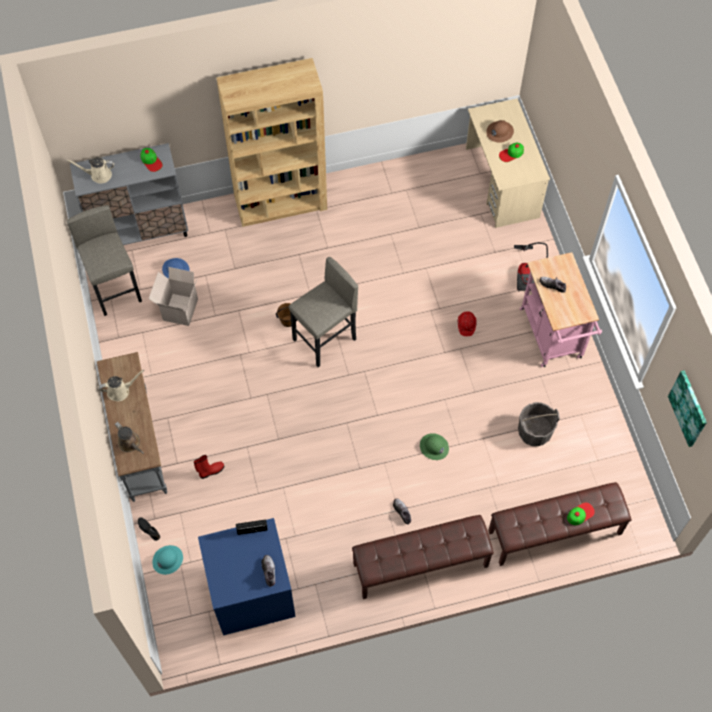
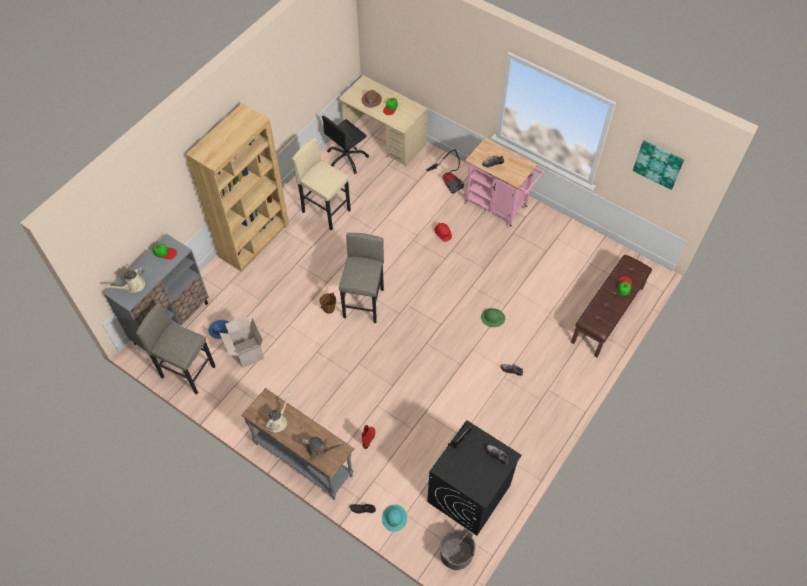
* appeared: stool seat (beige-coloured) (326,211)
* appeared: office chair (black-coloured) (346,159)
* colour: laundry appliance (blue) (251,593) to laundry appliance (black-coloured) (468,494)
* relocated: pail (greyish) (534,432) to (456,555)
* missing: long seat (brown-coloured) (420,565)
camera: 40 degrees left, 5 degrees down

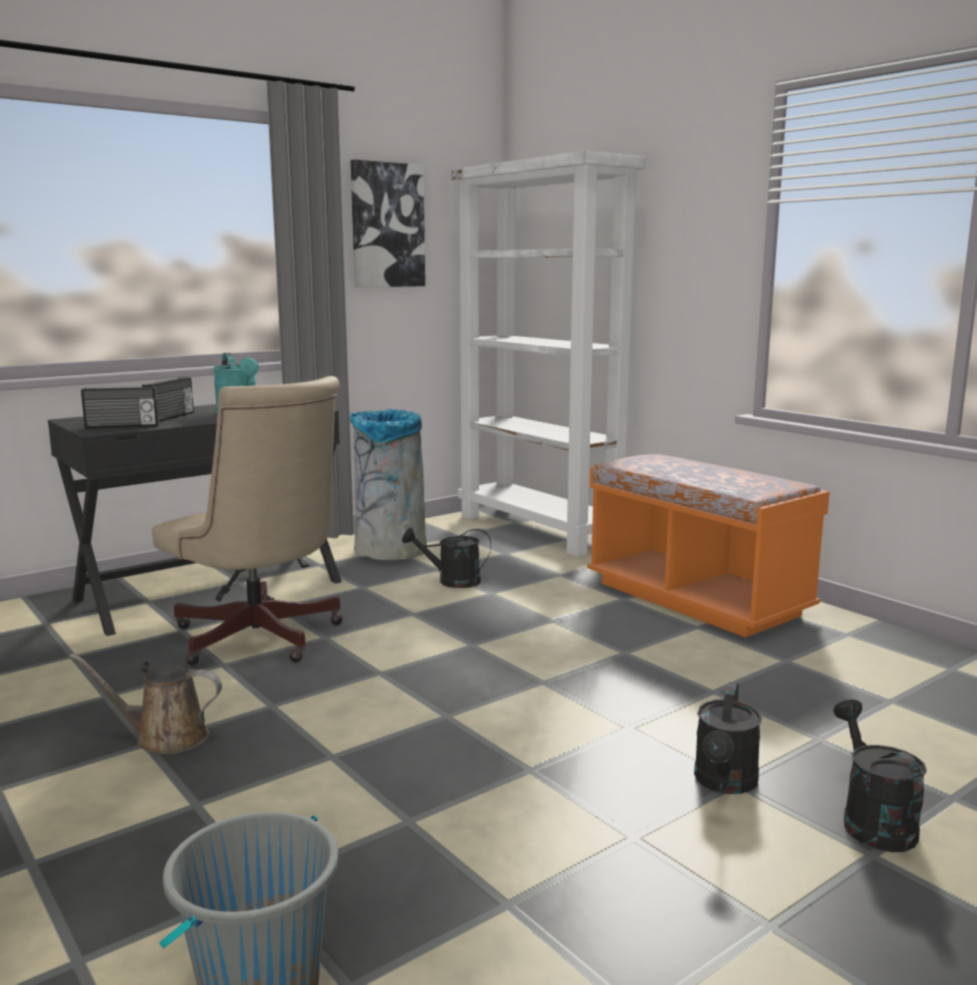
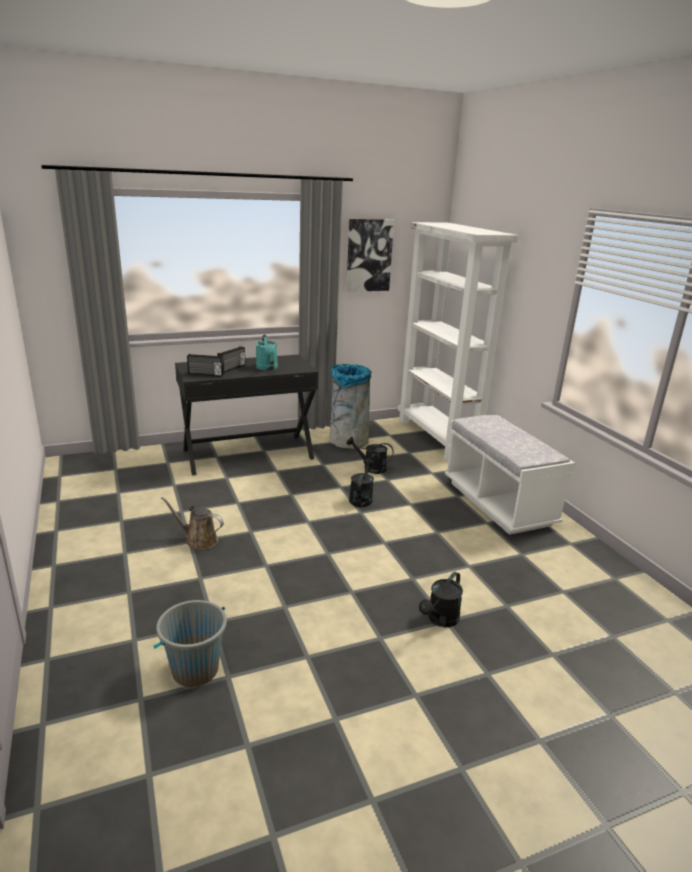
* relocated: watering pot (black-coloured) (872,820) to (361,498)
* colour: long seat (orangey) (696,599) to long seat (white) (498,503)
* missing: office chair (beige-coloured) (261,640)
camera: 15 degrees right, 10 degrees up

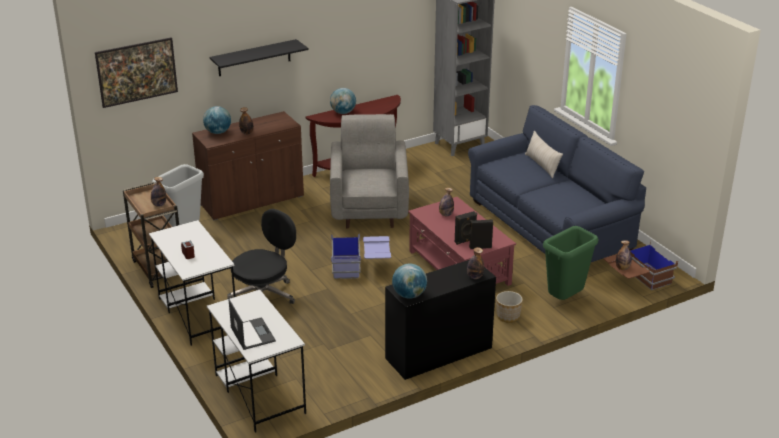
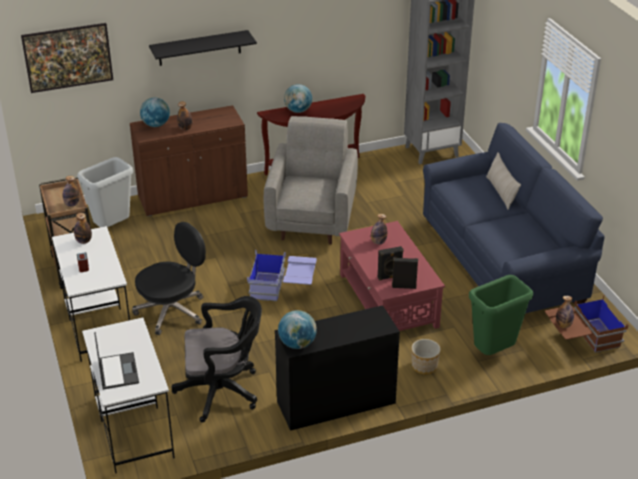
* relocated: drink bottle (474,277) to (84,241)
* appeared: office chair (black-coloured) (223,391)
camera: 10 degrees right, 5 degrees up

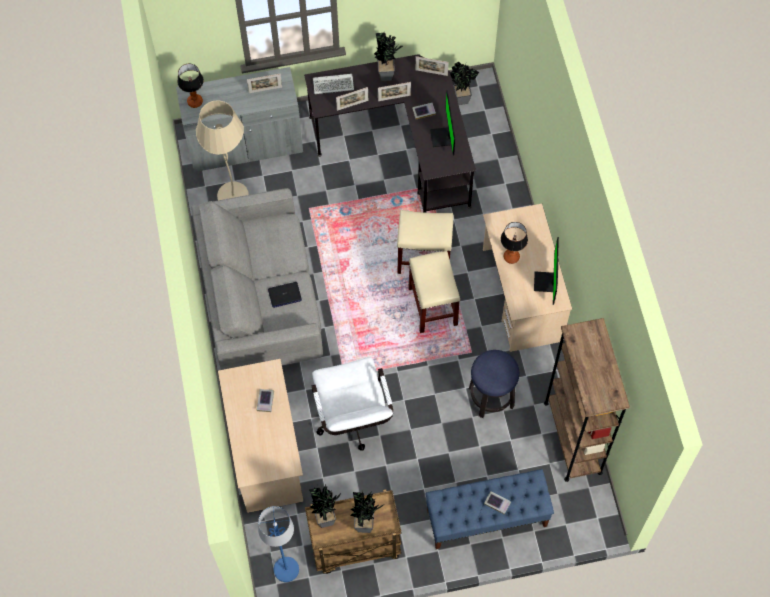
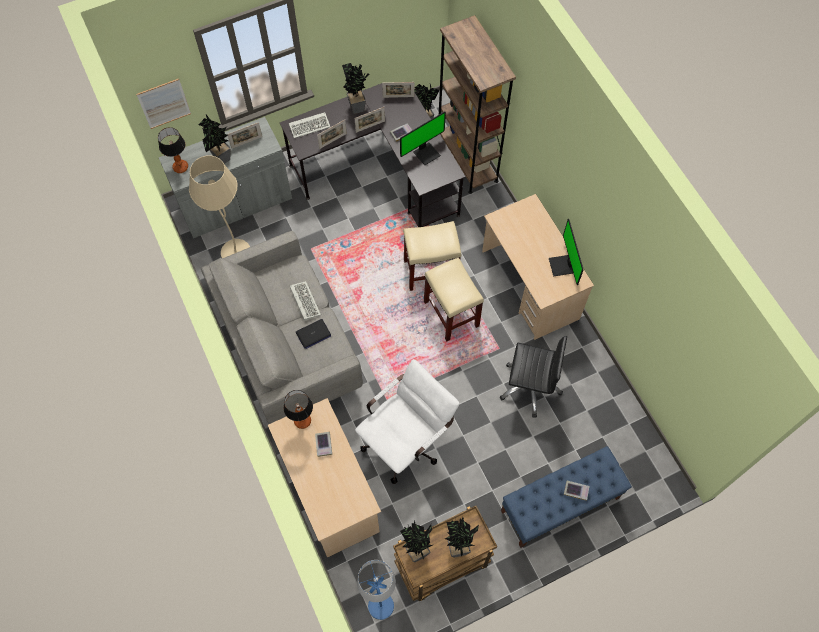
* appeared: picture (164,103)
* appeared: potted plant (222,161)
* relocated: lamp for a table (511,257) to (303,420)
* appeared: computer keyboard (304,300)
* spun: office chair (white) (353,421) = (406,440) 105 degrees counterclockwise
* spun: computer screen (443,137) = (426,153) 105 degrees counterclockwise
* relocated: bookshelf (brown-coloured) (572,437) to (467,160)
* exchanged: stool seat (491,397) to office chair (black-coloured) (530,386)
camera: 15 degrees left, 0 degrees up

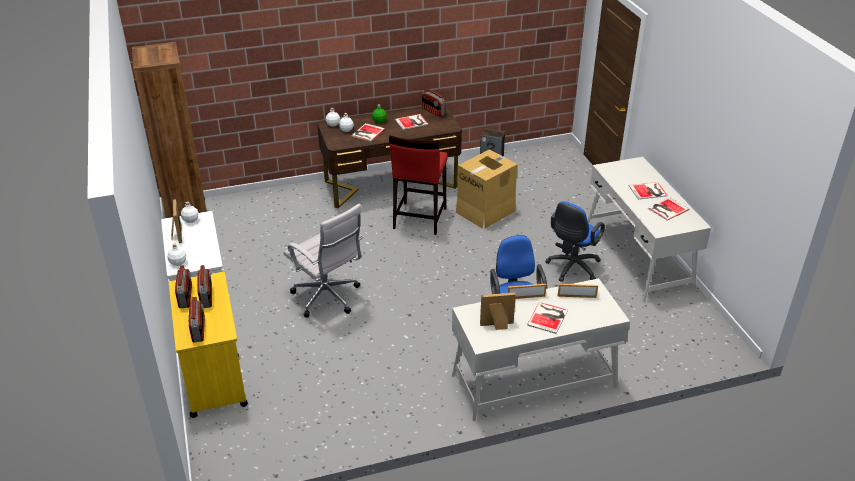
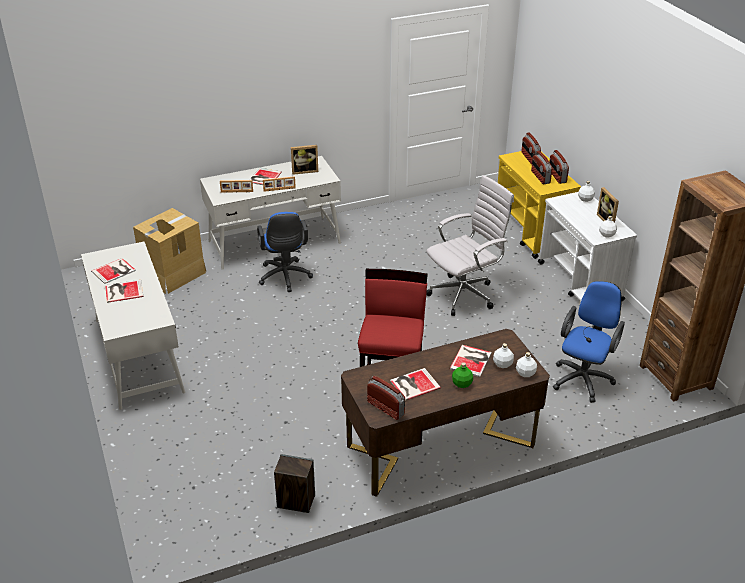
* relocated: packing box (486,211) to (173,274)
* spun: office chair (white) (328,298) = (465,294) 105 degrees clockwise
* relocated: office chair (blue) (571,268) to (583,378)
camera: 175 degrees right, 0 degrees up

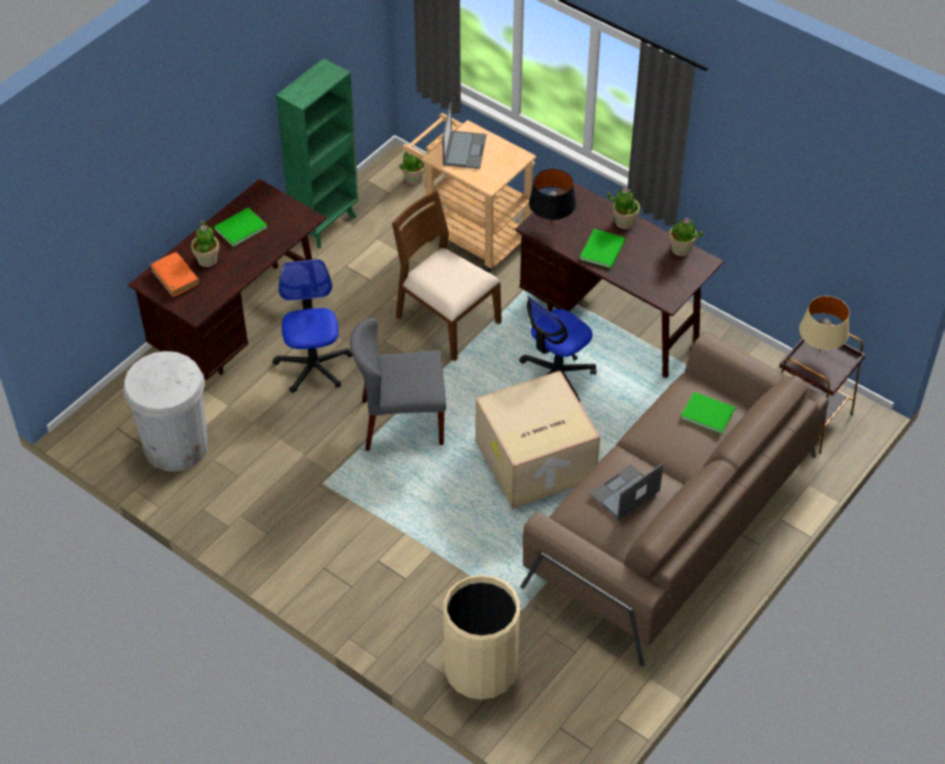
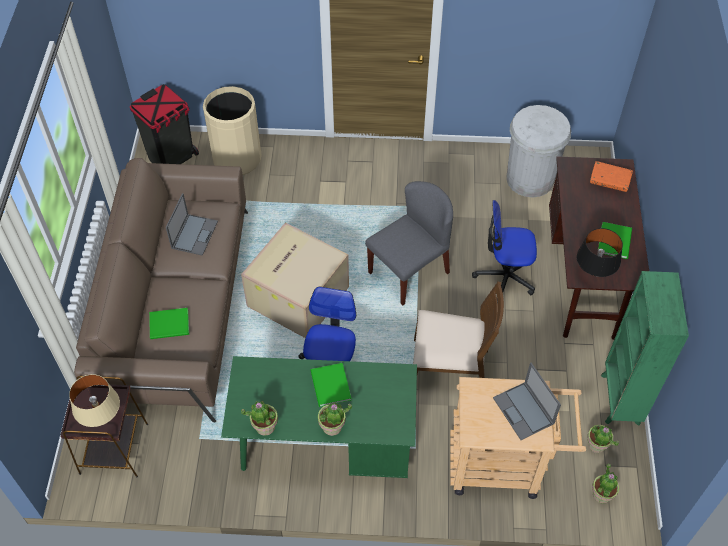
* appeared: waste bin (black-coloured) (172,158)
* colour: desk table (brown-coloured) (612,320) to desk table (green-coloured) (324,448)
* spun: office chair (313,366) = (504,277) 135 degrees clockwise
* relocated: lamp for a table (black-coloured) (551,225) to (593,275)
* relocated: potted plant (207,259) to (597,445)
camera: 145 degrees right, 5 degrees up

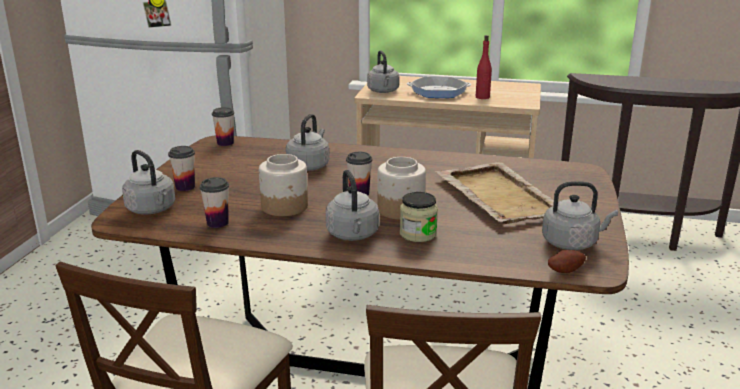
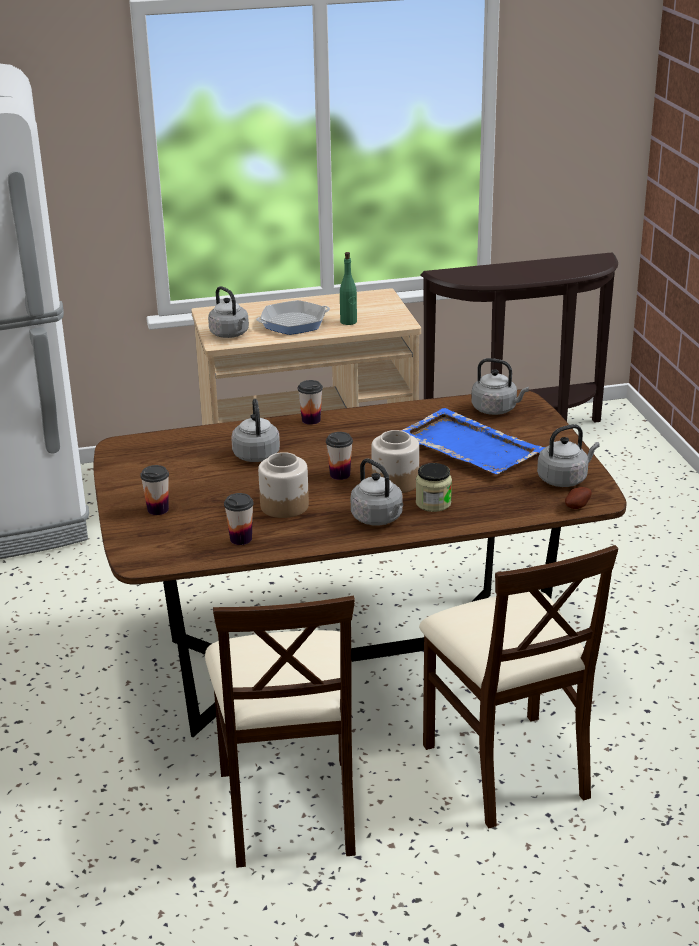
* relocated: small cup (225,143) to (311,420)
* colour: drink bottle (red-coloured) (482,97) to drink bottle (green-coloured) (348,322)
* colour: serving tray (beige-coloured) (499,196) to serving tray (blue) (468,446)
* relocated: water kettle (greyish) (152,210) to (496,409)
camera: 25 degrees left, 5 degrees up

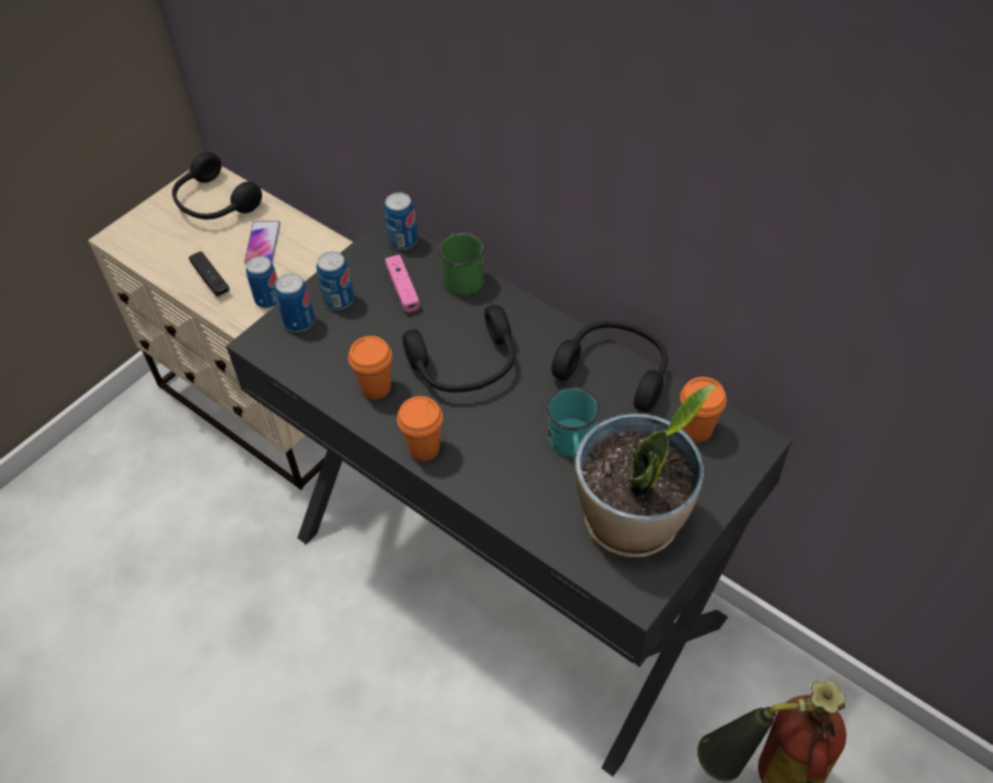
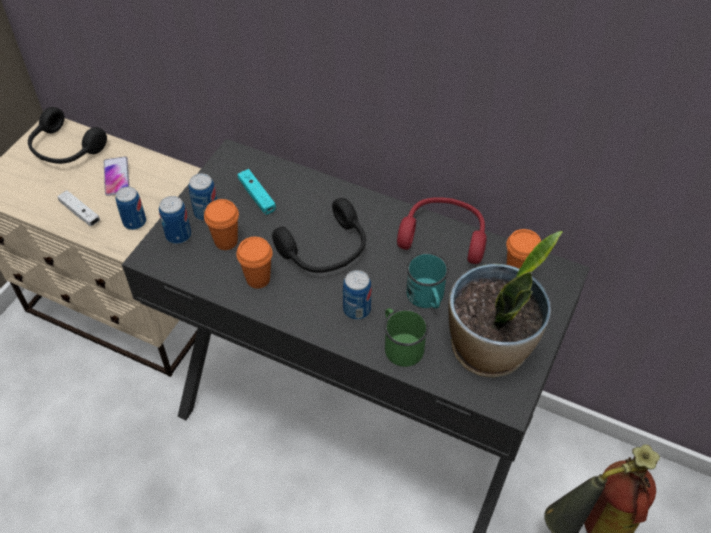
* colour: gamepad (black-coloured) (211,280) to gamepad (white) (80,213)
* relocated: small cup (orangey) (424,449) to (226,241)
* colour: gamepad (pink-coloured) (403,289) to gamepad (turquoise-coloured) (257,196)
* relocated: can (403,240) to (357,309)
* relocated: mug (green-coloured) (461,276) to (400,345)
* colour: pair of headphones (black-coloured) (615,371) to pair of headphones (red-coloured) (444,236)
camera: 15 degrees left, 0 degrees up

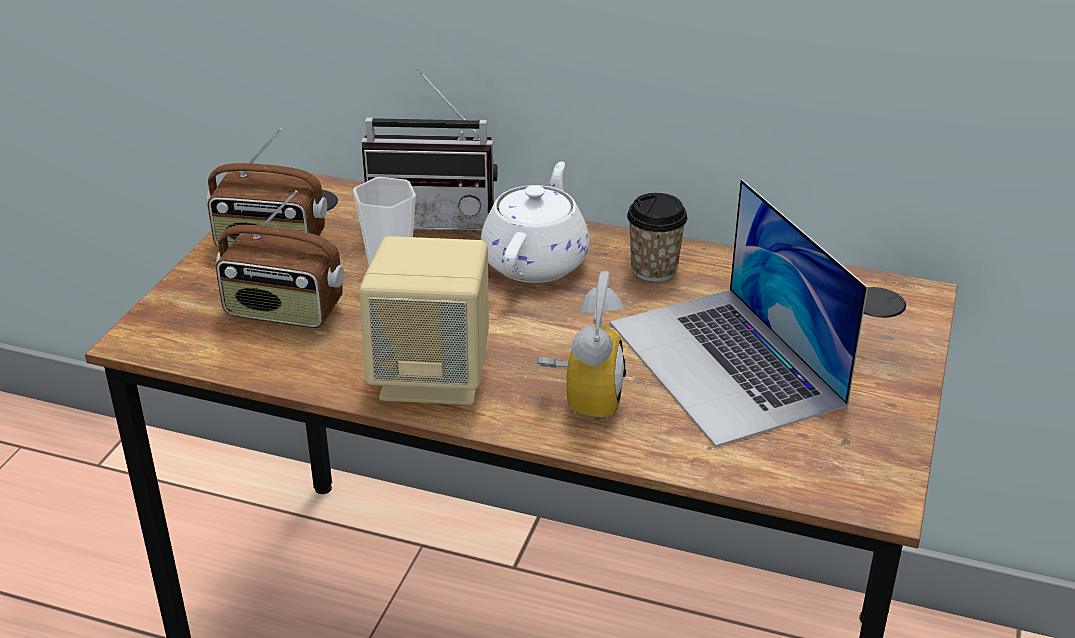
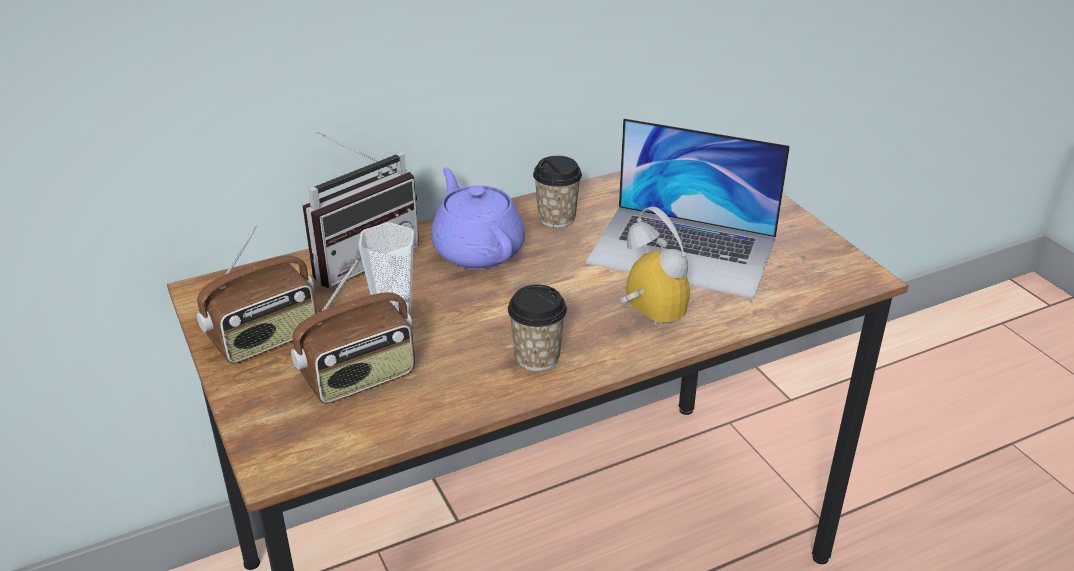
* colour: teapot (white) (536,261) to teapot (purplish) (477,250)
* exchanged: audio speaker (beige-coloured) (433,376) to small cup (537,357)
camera: 45 degrees left, 0 degrees up

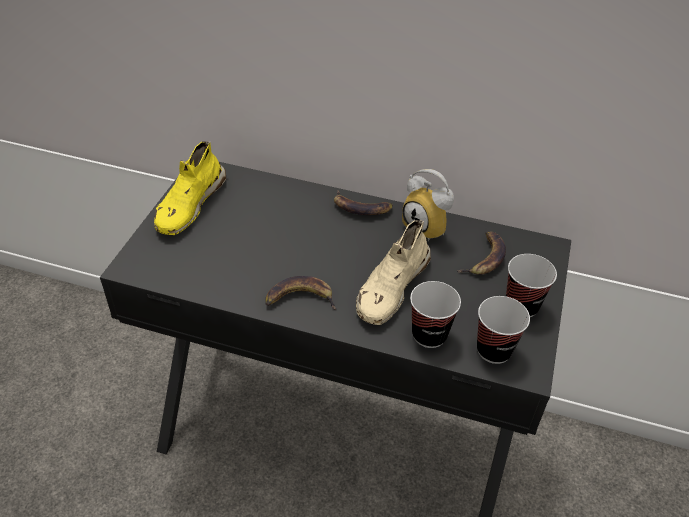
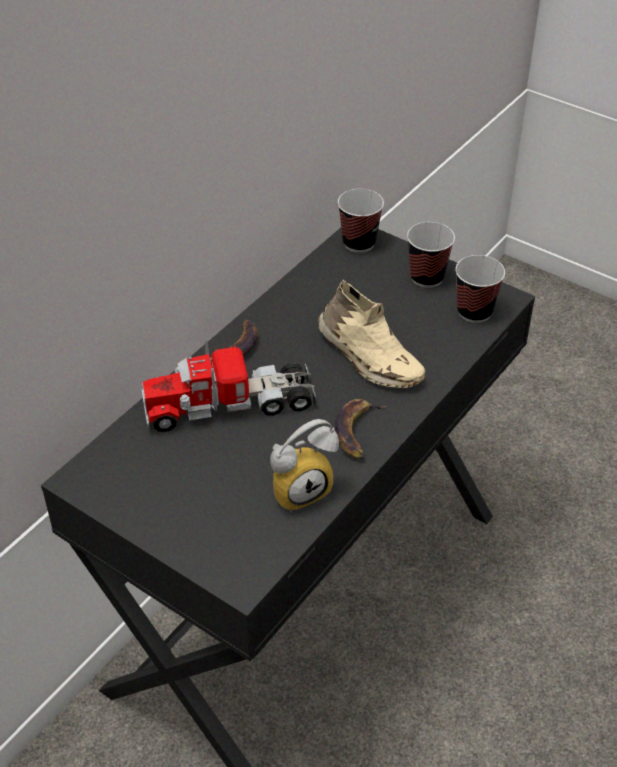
* appeared: toy lorry (230,404)
* relocated: bedside clock (429,227) to (300,488)
* relocated: small cup (429,335) to (359,243)
* missing: item of footwear (yellow) (189,205)
* missing: banana (485,257)
camera: 70 degrees left, 0 degrees up

